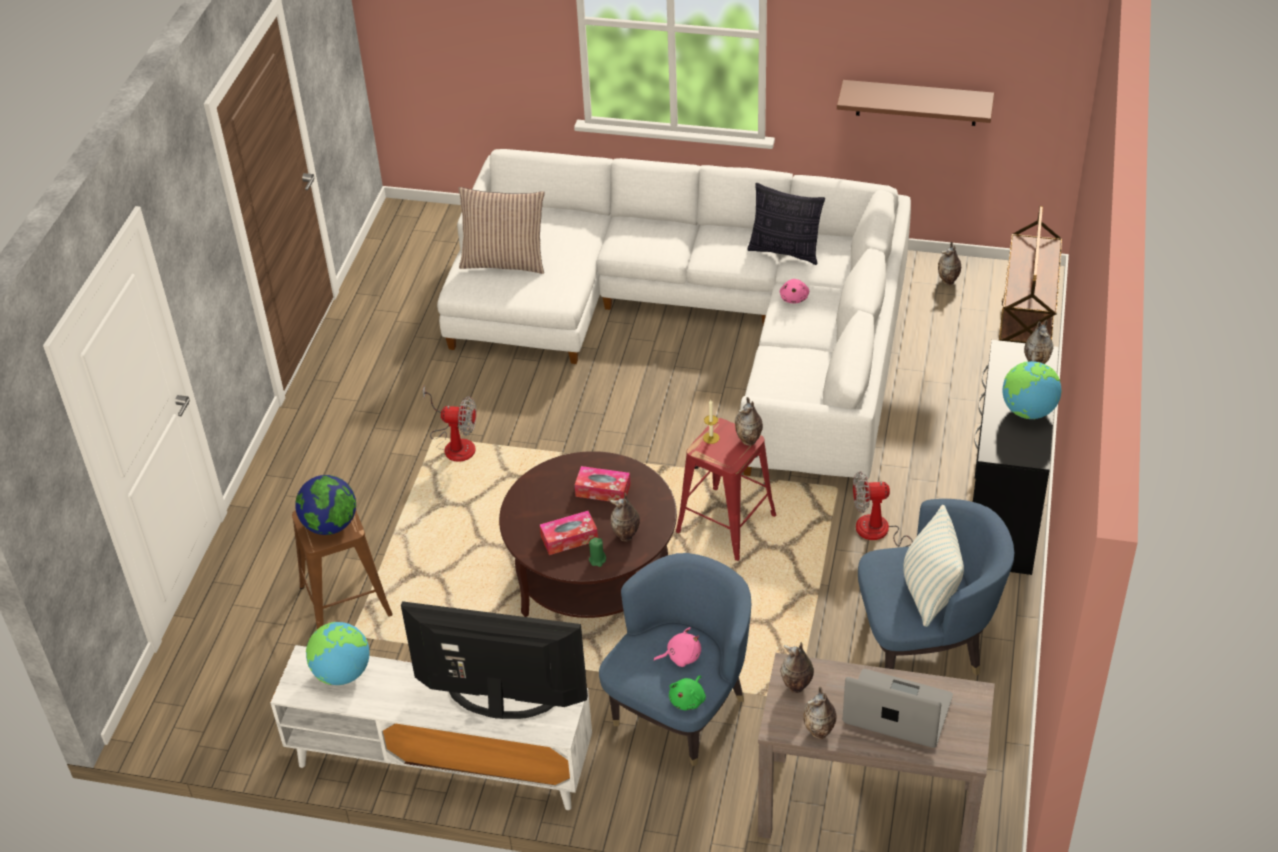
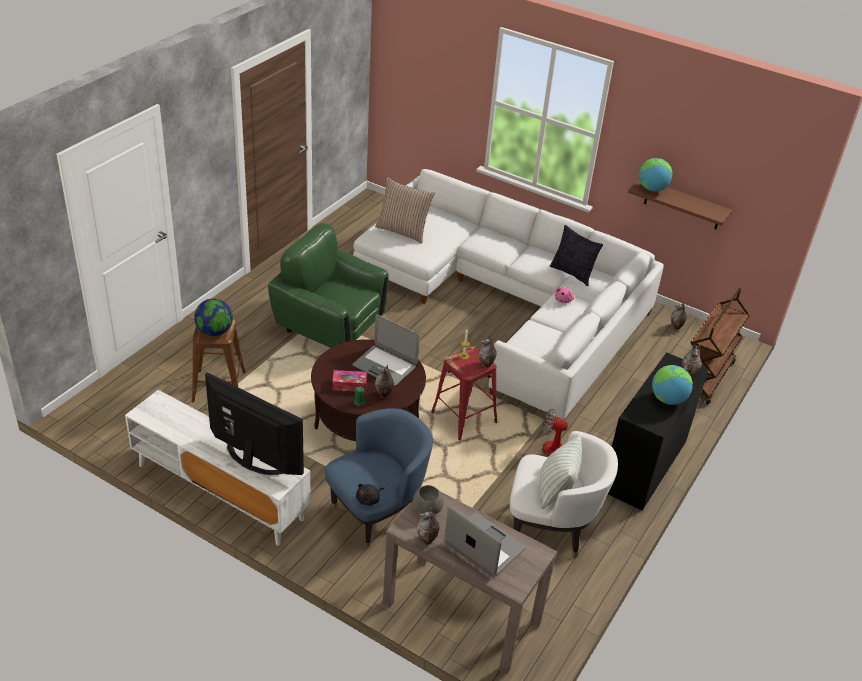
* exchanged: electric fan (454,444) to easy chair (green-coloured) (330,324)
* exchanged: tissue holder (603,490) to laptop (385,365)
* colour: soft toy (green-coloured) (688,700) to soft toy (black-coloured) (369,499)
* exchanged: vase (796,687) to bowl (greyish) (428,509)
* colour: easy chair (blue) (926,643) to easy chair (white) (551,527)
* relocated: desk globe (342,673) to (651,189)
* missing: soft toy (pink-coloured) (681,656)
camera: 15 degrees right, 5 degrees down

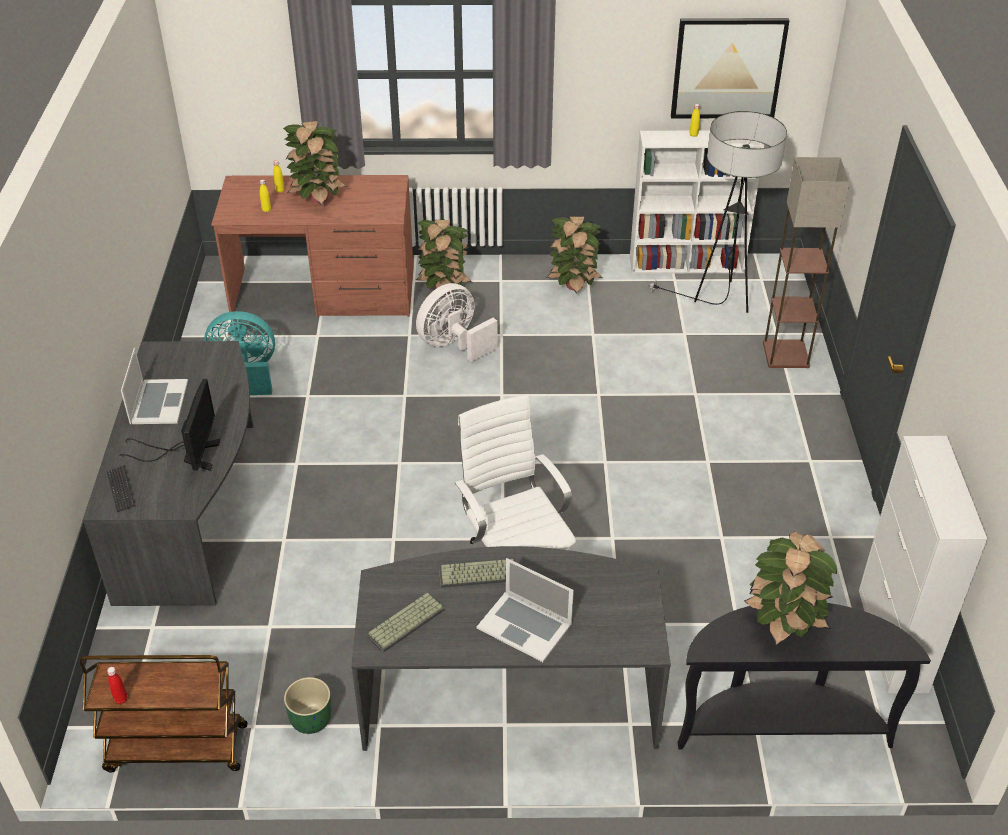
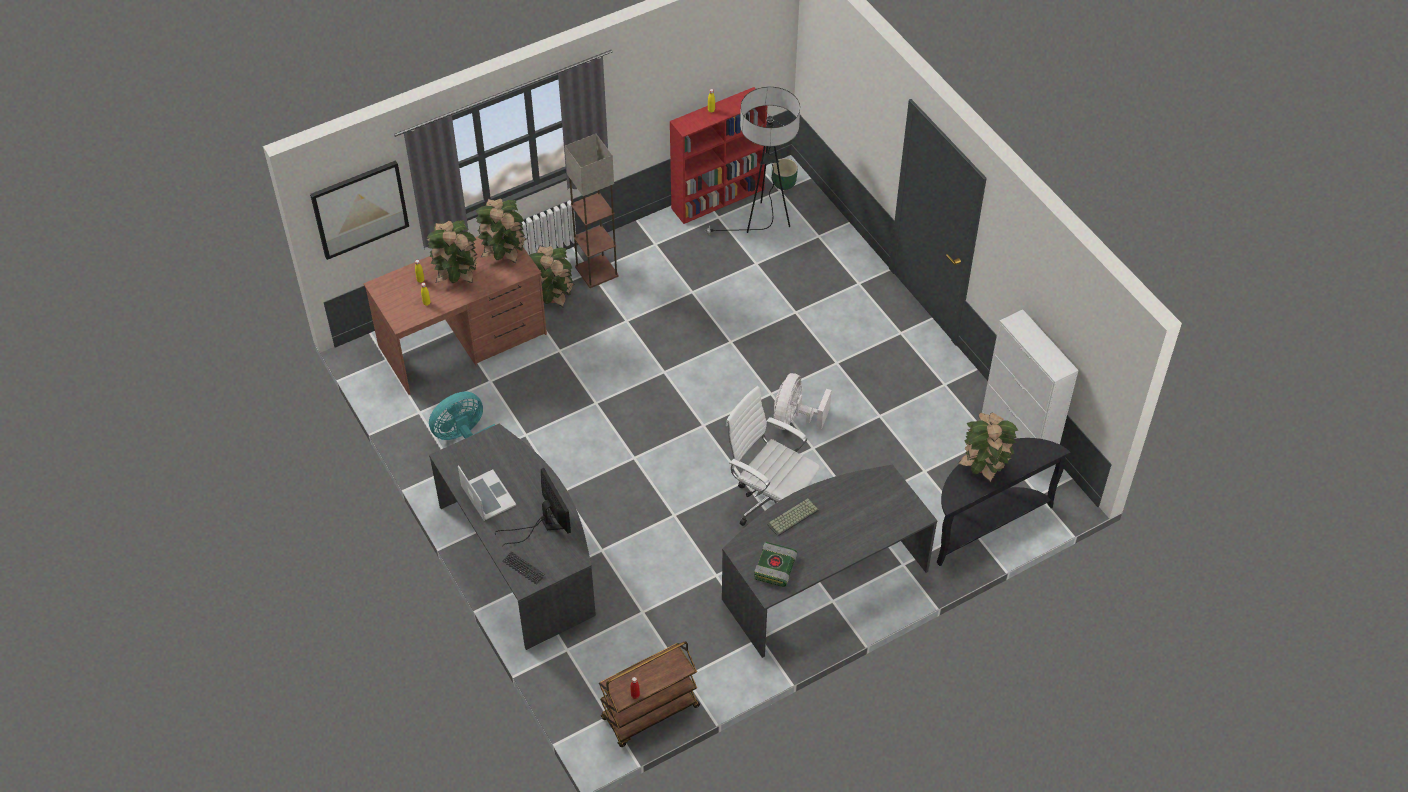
* relocated: picture (728,68) to (359,209)
* relocated: potted plant (574,284) to (504,252)
* relocated: standard lamp (787,355) to (597,271)
* colour: bookshelf (white) (687,264) to bookshelf (red-coloured) (718,198)
* exchanged: computer keyboard (406,624) to volume (775,568)
* relocated: plant pot (green-coloured) (311,719) to (784,183)
* relocated: electric fan (white) (454,345) to (794,419)
* missing: laptop (525,625)
camera: 30 degrees left, 10 degrees up

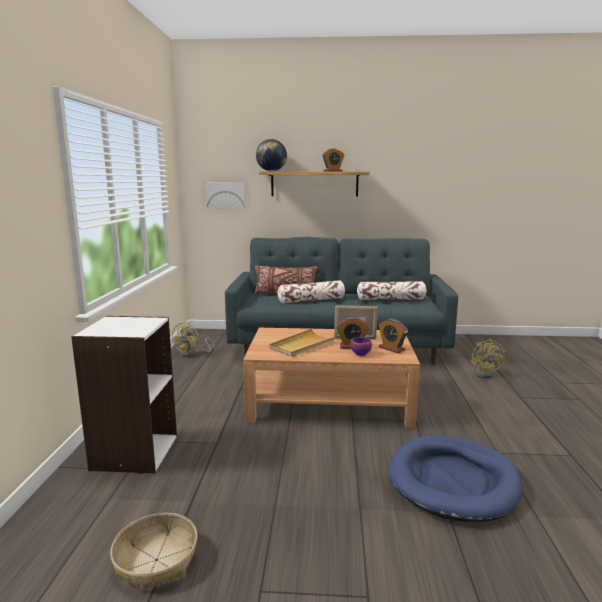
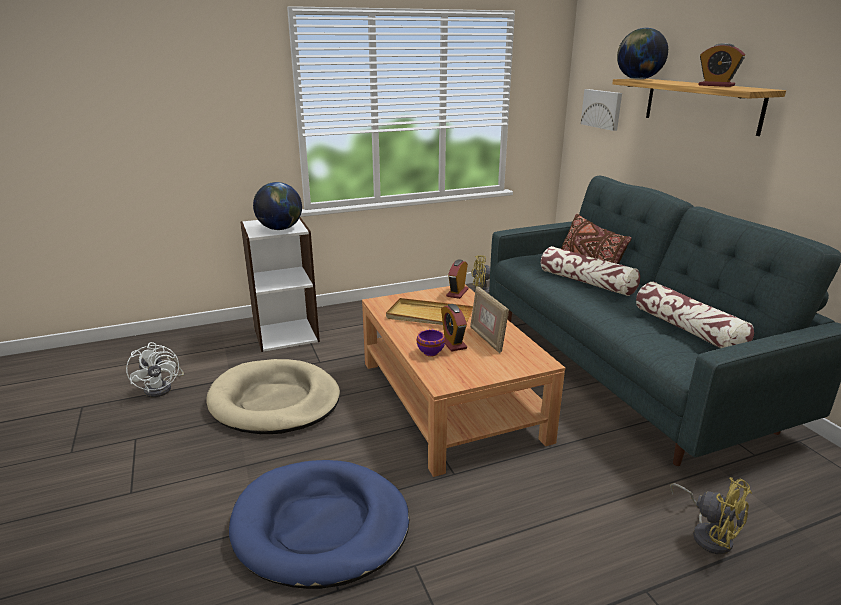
* exchanged: household basket (156,560) to electric fan (white) (162,387)
* appeared: pet bed (beige-coloured) (275,401)
* appeared: desk globe (280,229)
* relocated: bedside clock (391,348) to (457,293)
* spun: electric fan (yellow) (485,374) = (708,534) 105 degrees counterclockwise
camera: 65 degrees right, 10 degrees up

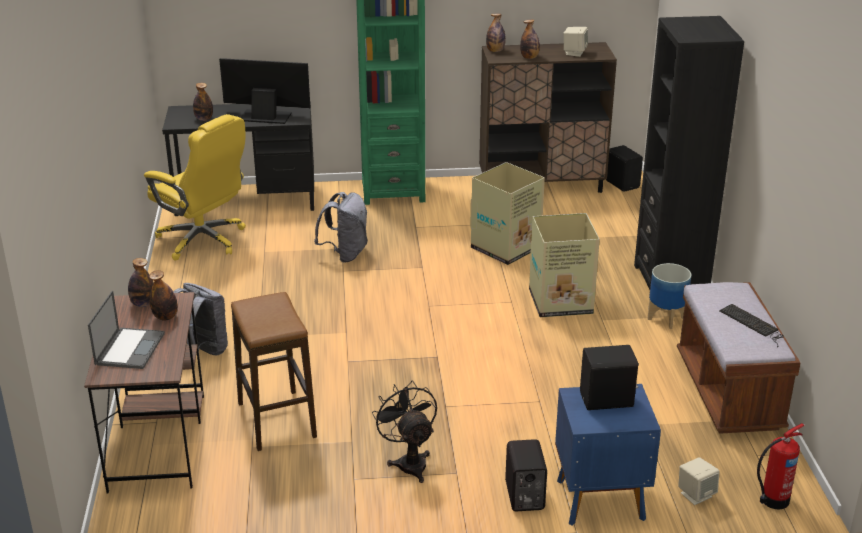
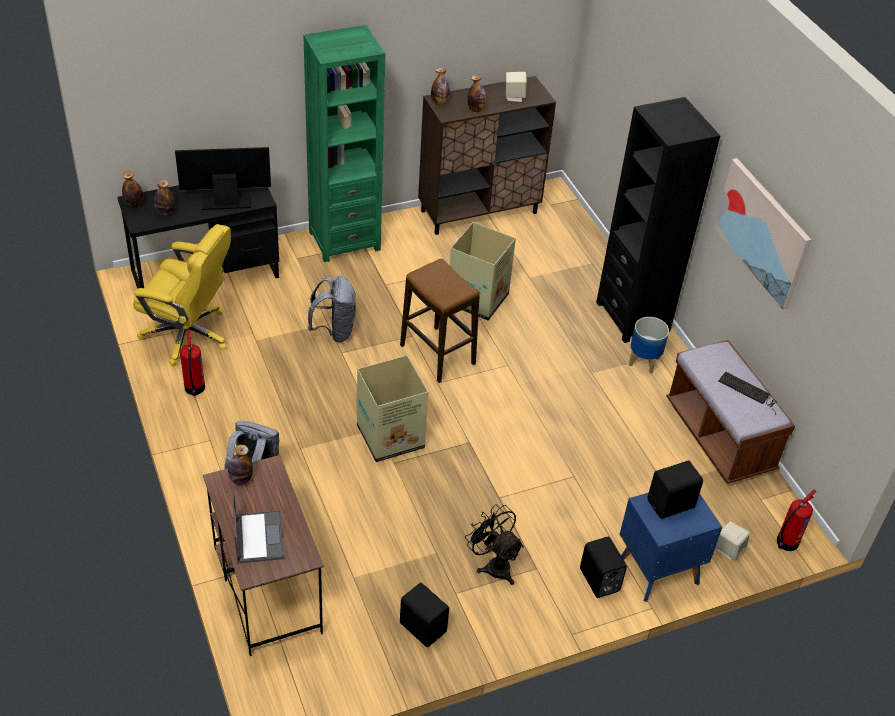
* relocated: drink bottle (165,317) to (134,203)
* appeared: extinguisher (194,389)
* relocated: packing box (562,302) to (391,437)
* relocated: stool seat (277,420) to (438,355)
* relocated: audio speaker (black-coloured) (622,184) to (423,626)
* appeared: picture (763,232)
camera: 20 degrees left, 15 degrees up

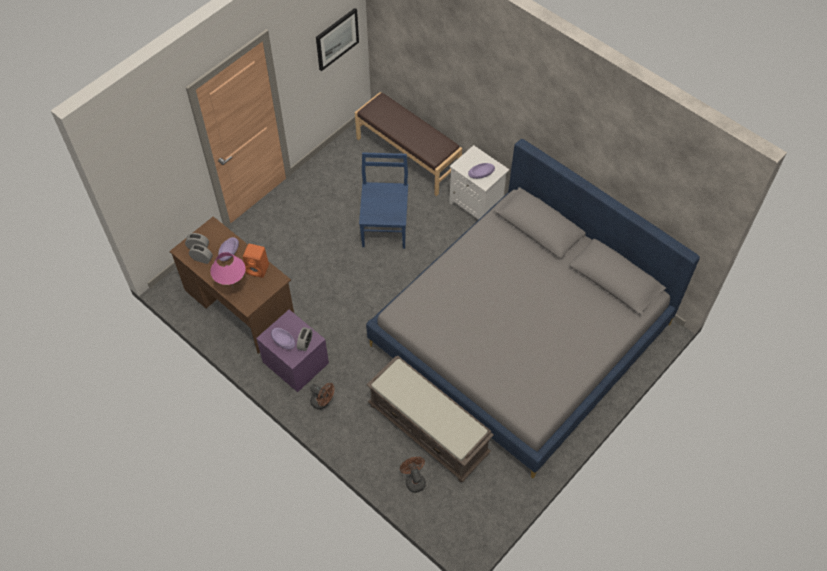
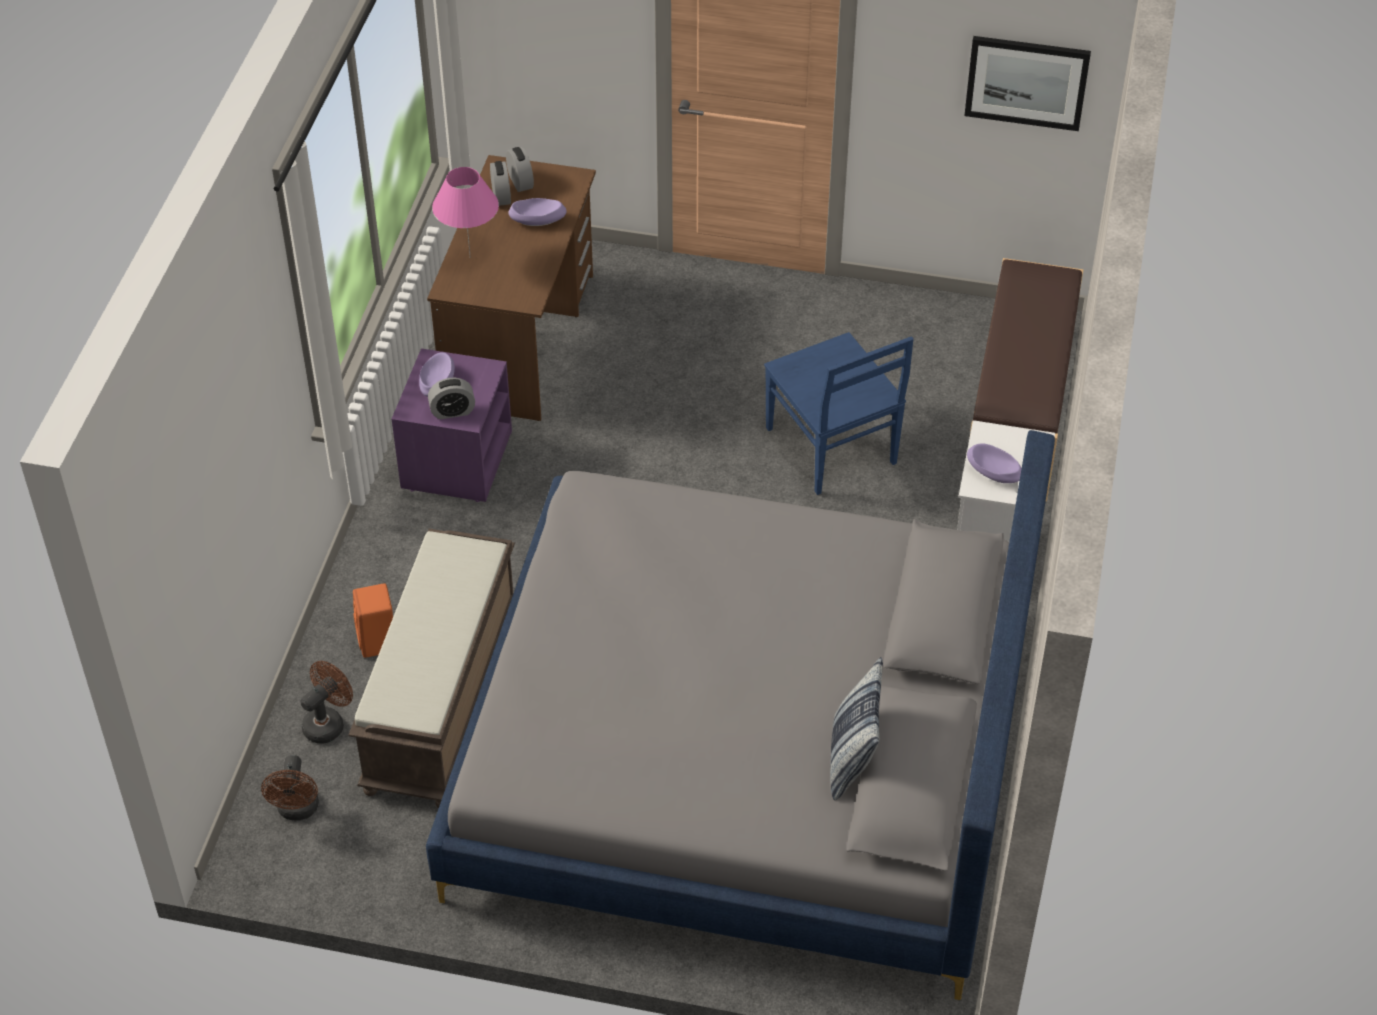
* relocated: electric fan (brown-coloured) (323,402) to (297,810)
* relocated: audio speaker (orangey) (258,269) to (378,642)
* spun: plain chair (blue) (385,226) = (832,448) 90 degrees clockwise
* appeared: pillow (852,759)
camera: 60 degrees right, 10 degrees down

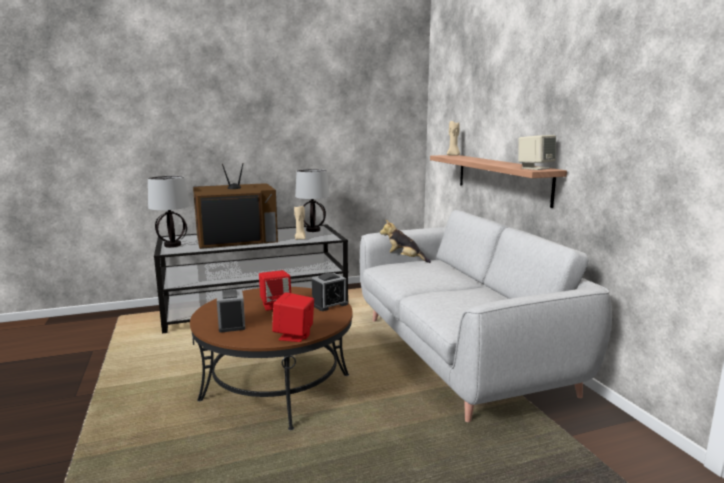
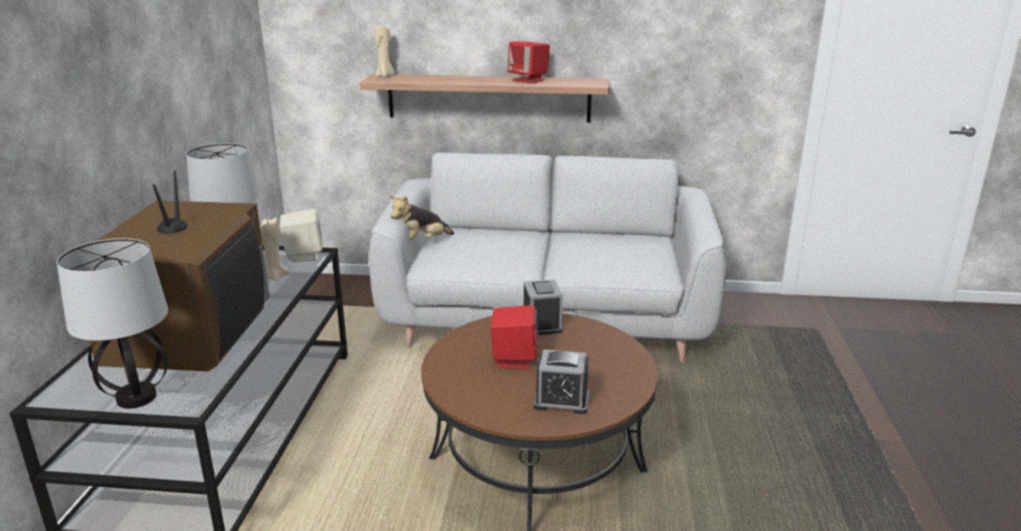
* relocated: audio speaker (beige-coloured) (535,168) to (303,255)
* relocated: audio speaker (red-coloured) (294,335) to (529,80)
camera: 65 degrees left, 10 degrees up

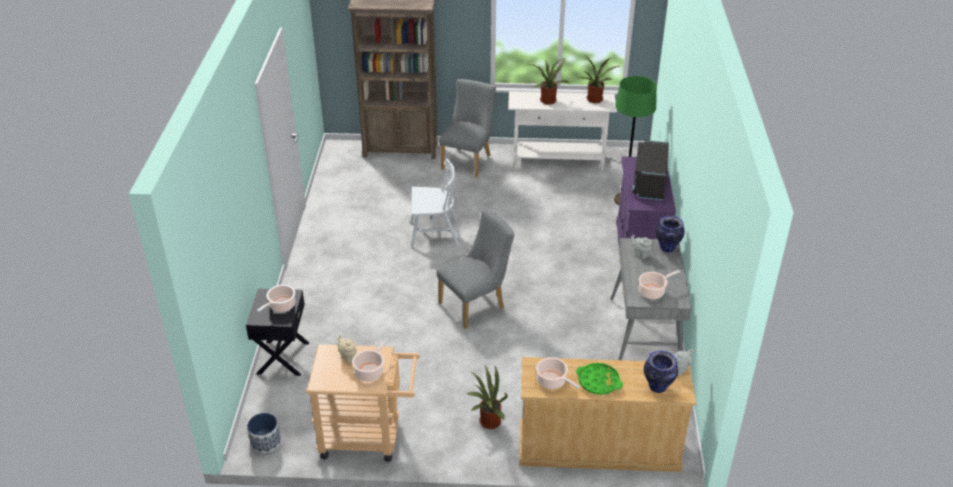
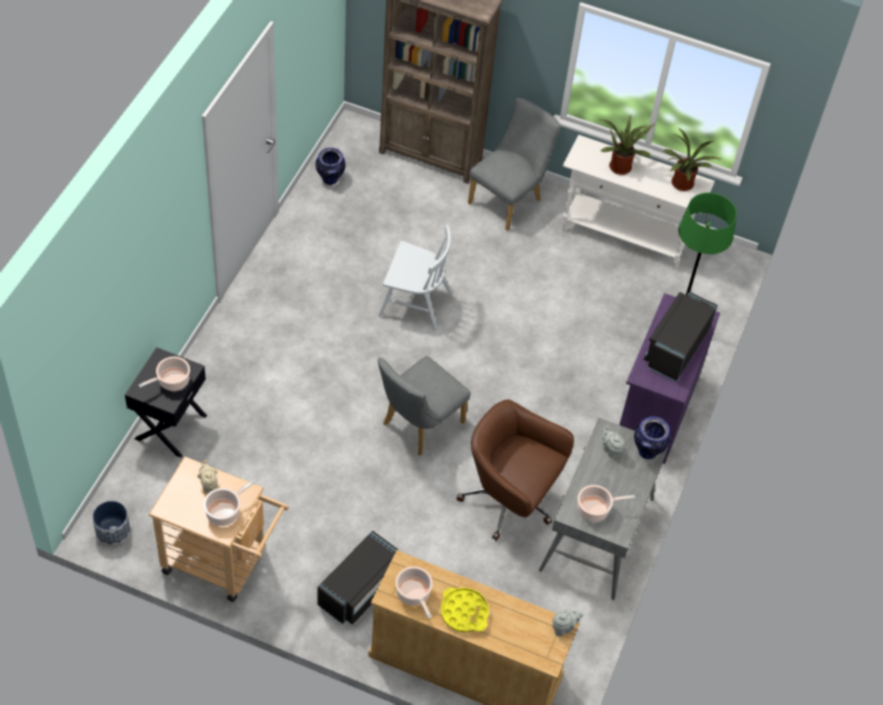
* relocated: vase (658,387) to (330,180)
* exchanged: potted plant (487,422) to microwave (black-coloured) (359,589)
* spun: plain chair (greyish) (476,304) = (418,426) 150 degrees clockwise
* colour: serving tray (green-coloured) (598,382) to serving tray (yellow) (464,612)
* appeared: office chair (brown-coloured) (510,501)
camera: 15 degrees right, 15 degrees up

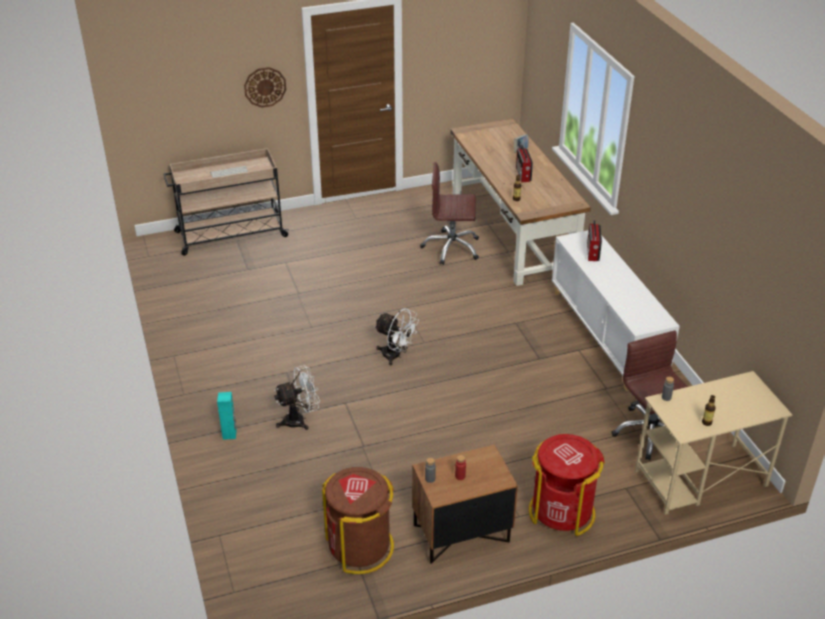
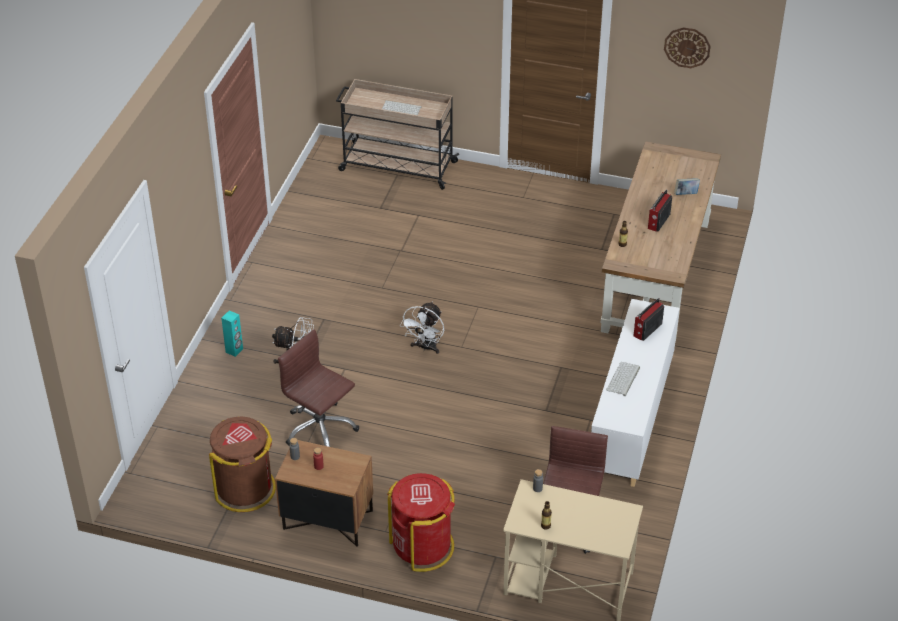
* relocated: office chair (brown-coloured) (451,248) to (319,429)
* spun: electric fan (white) (396,356) = (425,347) 45 degrees clockwise
* appeared: computer keyboard (623,379)
* relocated: hanging clock (265,87) to (687,47)
camera: 35 degrees right, 5 degrees up

